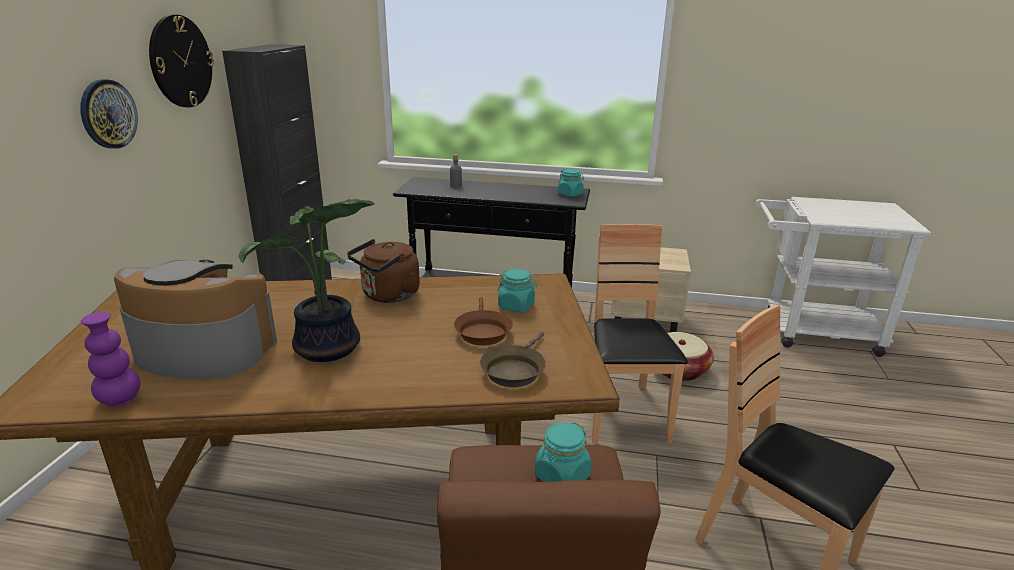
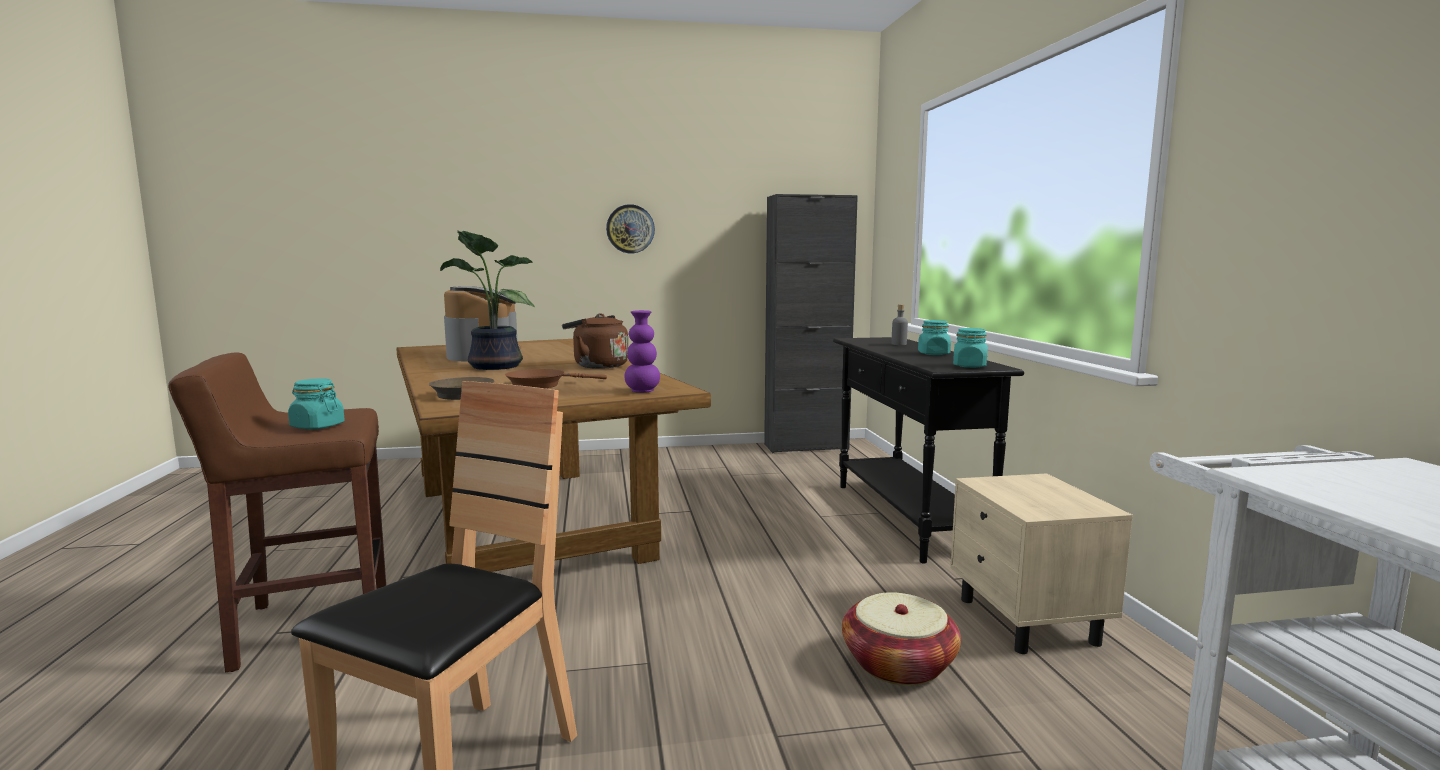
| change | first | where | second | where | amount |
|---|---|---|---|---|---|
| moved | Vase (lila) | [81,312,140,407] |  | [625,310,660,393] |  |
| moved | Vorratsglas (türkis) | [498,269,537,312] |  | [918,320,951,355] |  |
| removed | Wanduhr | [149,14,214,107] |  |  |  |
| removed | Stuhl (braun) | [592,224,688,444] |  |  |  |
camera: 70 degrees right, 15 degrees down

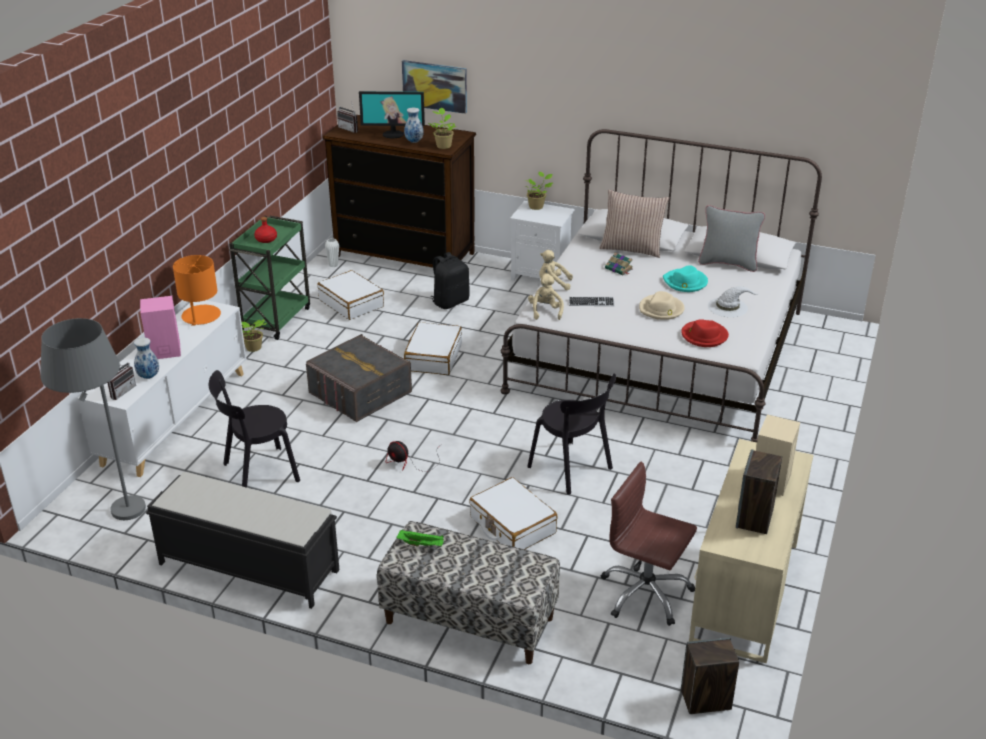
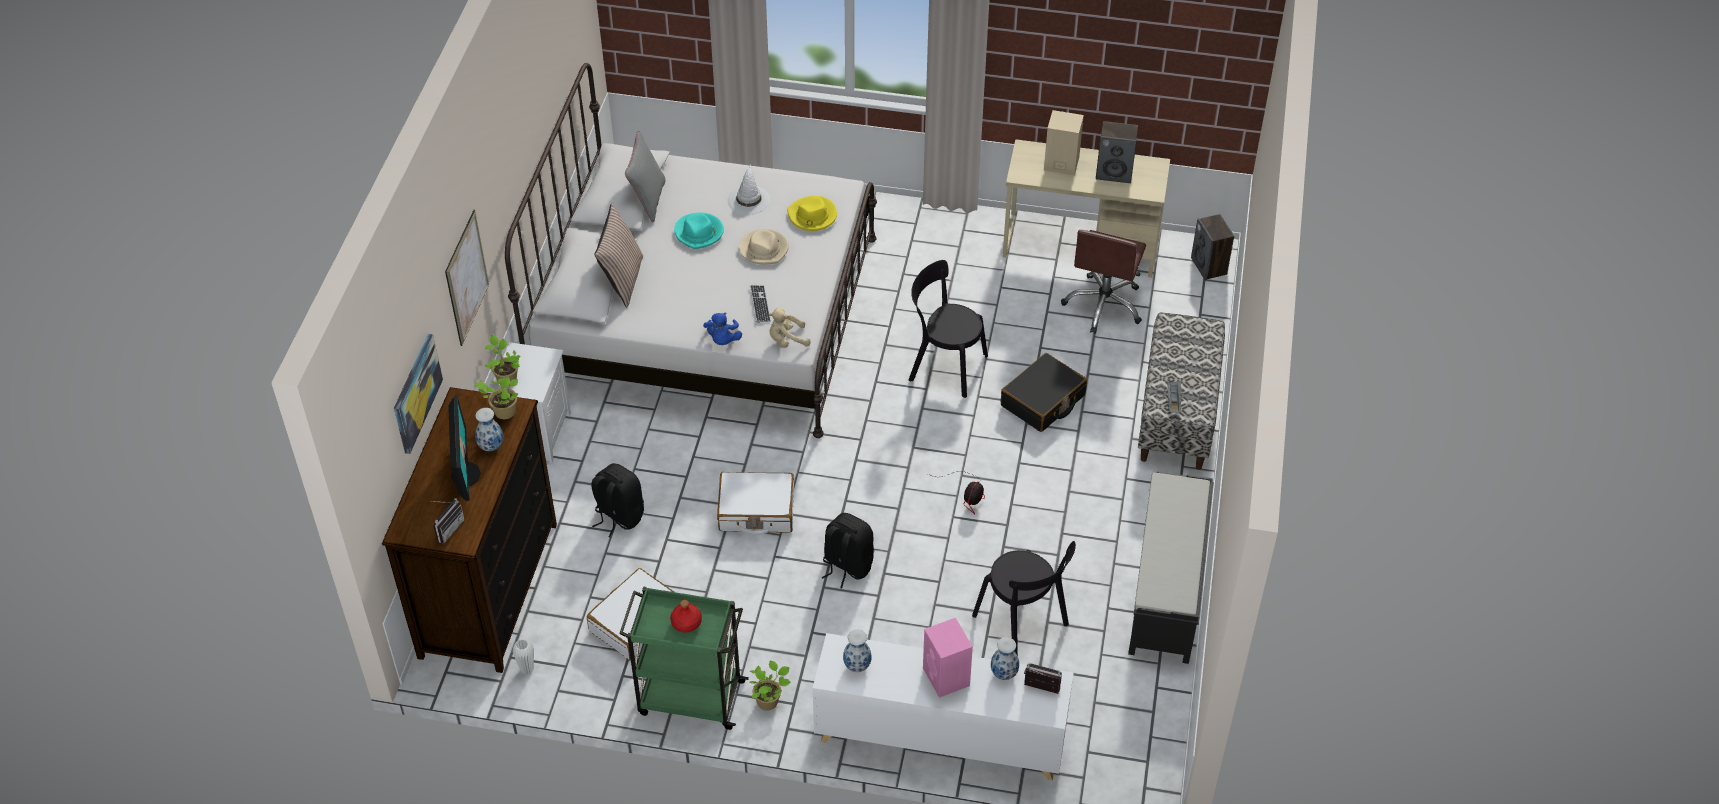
| change | first | where | second | where | amount |
|---|---|---|---|---|---|
| added |  |  | Bild | [445,210,489,346] |  |
| recoloured | Plüschtier (beige) | [539,250,573,290] | Plüschtier (blau) | [703,312,742,345] |  |
| recoloured | Hut (rot) | [681,319,729,347] | Hut (gelb) | [787,196,837,231] |  |
| replaced | Aufbewahrungsbox (grau) | [306,334,412,422] | Rucksack (schwarz) | [822,513,874,589] |  |
| replaced | Tischlampe (orange) | [173,255,221,326] | Vase | [843,629,871,672] |  |
| turned | Stuhl (schwarz) | [527,374,616,495] |  | [909,260,988,398] | 105 degrees counterclockwise |
| recoloured | Koffer (weiß) | [469,477,558,549] | Koffer (schwarz) | [1001,353,1087,432] |  |
| recoloured | Tablett (grün) | [397,530,444,547] | Tablett (grau) | [1167,381,1181,414] |  |
| removed | Stehlampe (grau) | [40,318,146,520] |  |  |  |
| removed | Buch | [605,253,633,275] |  |  |  |
camera: 100 degrees left, 15 degrees up

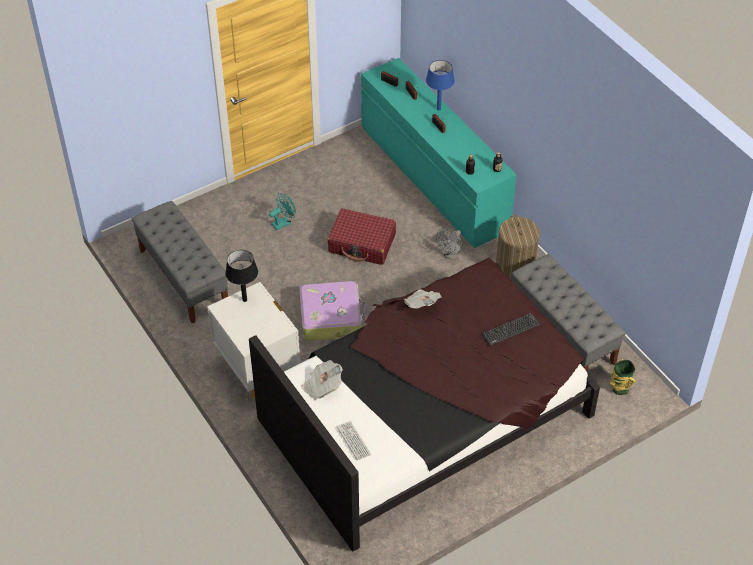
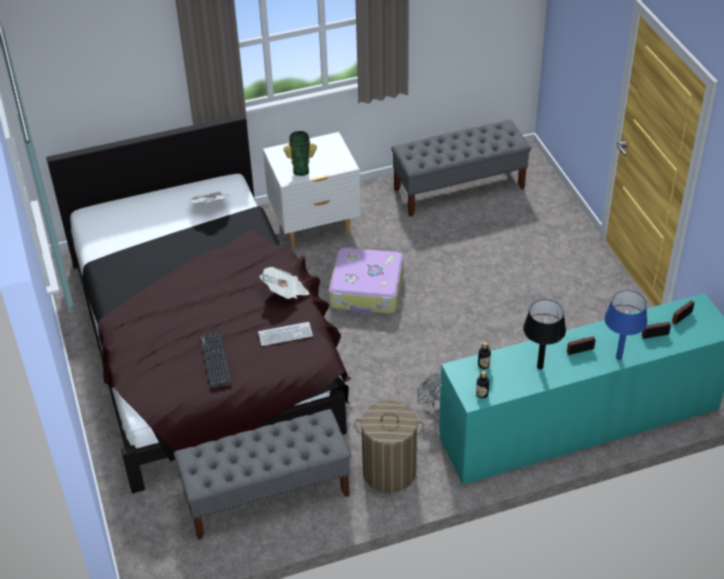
| change | first | where | second | where | amount |
|---|---|---|---|---|---|
| moved | Tastatur | [337,421,372,460] |  | [258,322,313,346] |  |
| moved | Vase | [610,359,636,395] |  | [284,131,317,176] |  |
| moved | Tischlampe (schwarz) | [225,250,258,302] |  | [523,299,566,369] |  |
| removed | Ventilator (türkis) | [269,193,296,230] |  |  |  |
| removed | Koffer (rot) | [327,208,396,265] |  |  |  |
camera: 105 degrees right, 5 degrees down

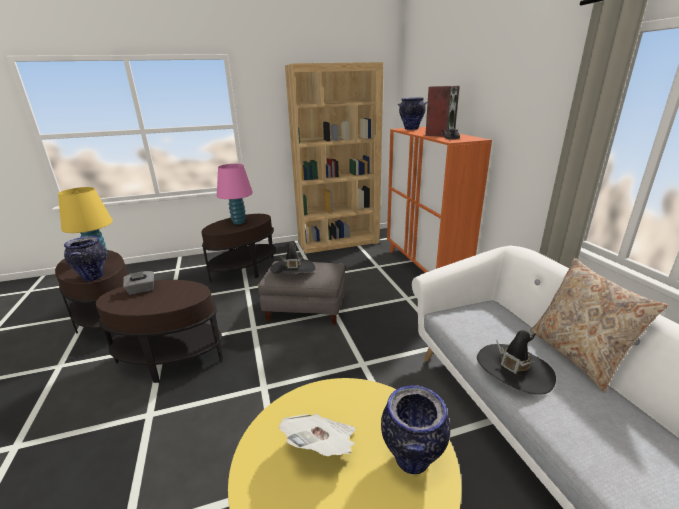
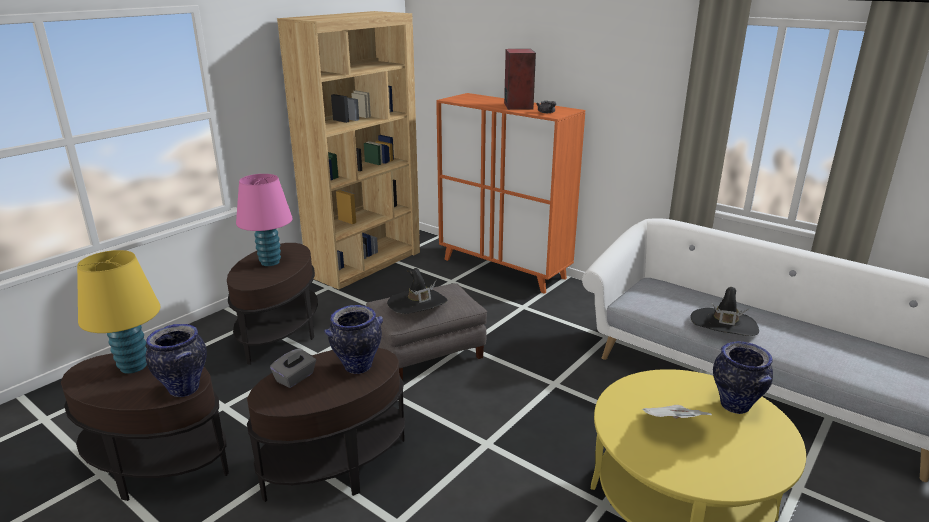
| change | first | where | second | where | amount |
|---|---|---|---|---|---|
| moved | Vase | [398,97,427,130] |  | [324,305,383,374] |  |
| removed | Kissen (beige) | [530,258,668,393] |  |  |  |
camera: 35 degrees left, 0 degrees up

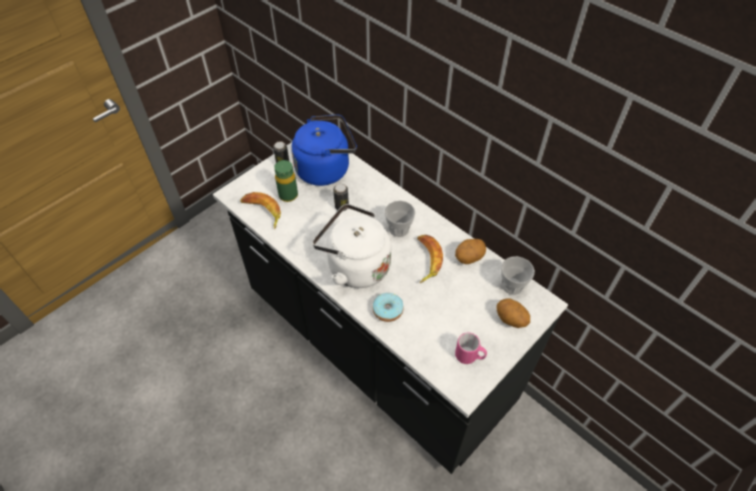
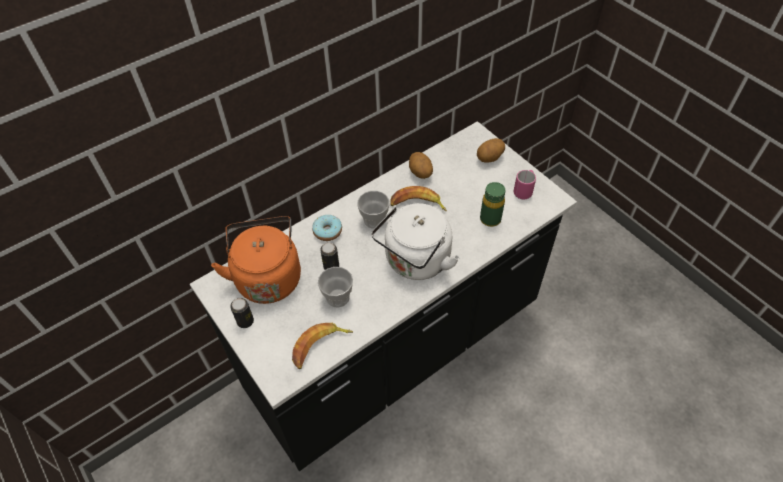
| change | first | where | second | where | amount |
|---|---|---|---|---|---|
| recoloured | Wasserkessel (blau) | [291,115,357,186] | Wasserkessel (orange) | [211,216,301,304] |  |
| moved | Donut | [372,293,404,322] |  | [312,215,342,241] |  |
| moved | Tasse | [501,256,535,295] |  | [318,267,353,307] |  |
| moved | Flasche (grün) | [274,160,298,202] |  | [480,182,505,227] |  |
camera: 80 degrees left, 0 degrees up

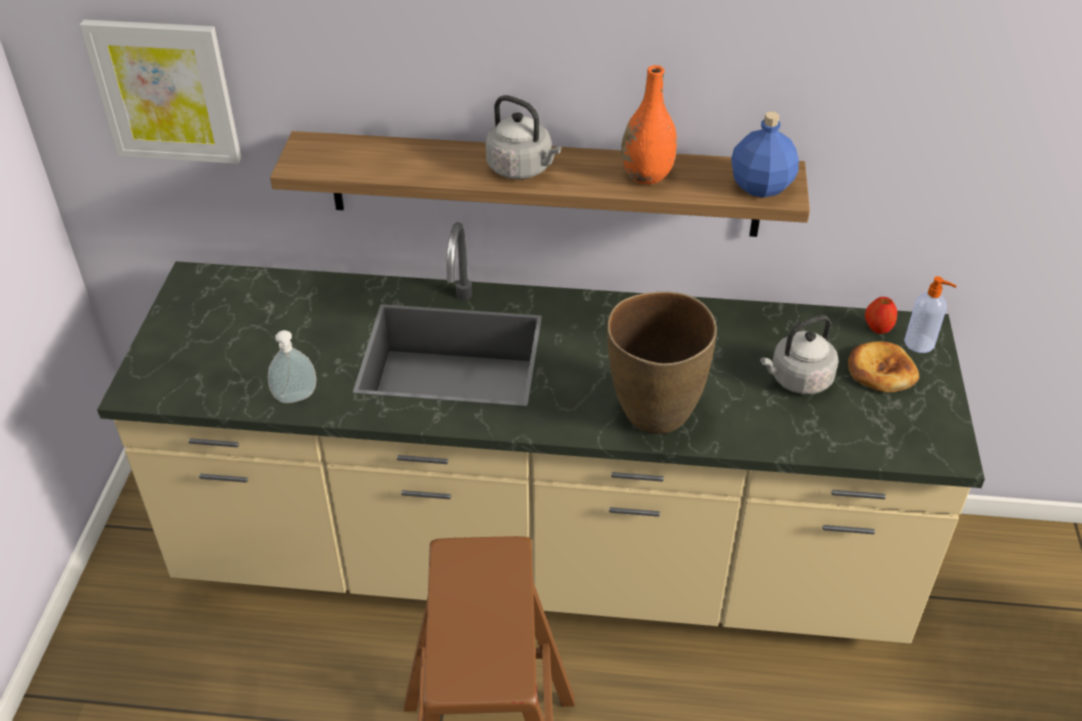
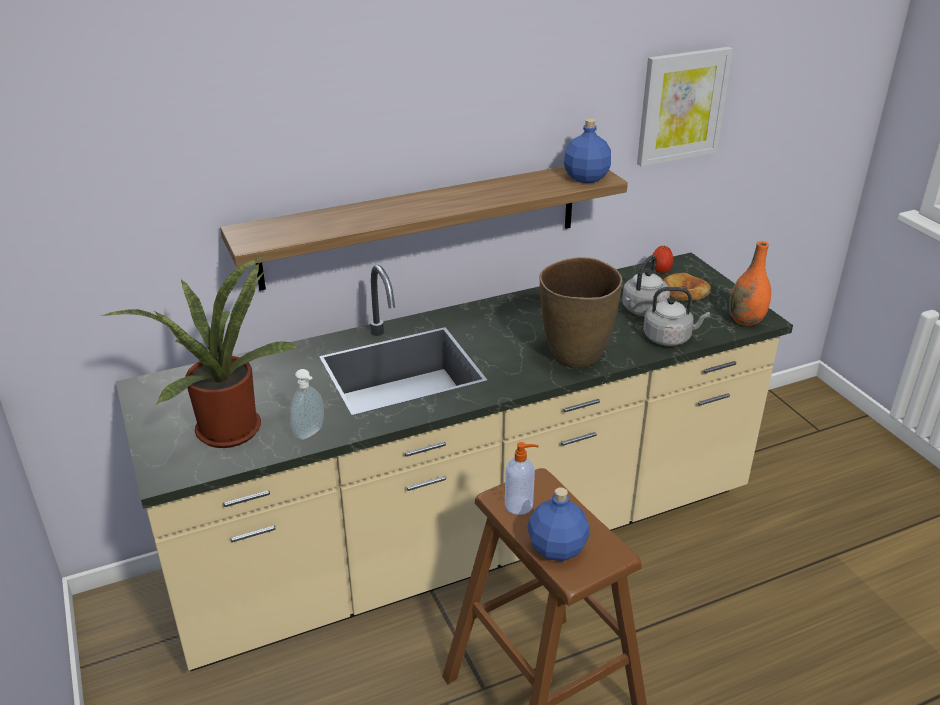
| change | first | where | second | where | amount |
|---|---|---|---|---|---|
| added |  |  | Topfpflanze | [101,254,300,448] |  |
| moved | Seifenspender | [904,276,957,353] |  | [505,442,539,515] |  |
| added |  |  | Flasche (blau) | [527,487,590,561] |  |
| moved | Bild | [80,19,242,164] |  | [637,47,733,167] |  |
| moved | Wasserkessel (grau) | [486,95,561,179] |  | [643,287,710,346] |  |
| moved | Vase (orange) | [621,65,677,184] |  | [729,241,771,326] |  |
camera: 30 degrees left, 10 degrees down

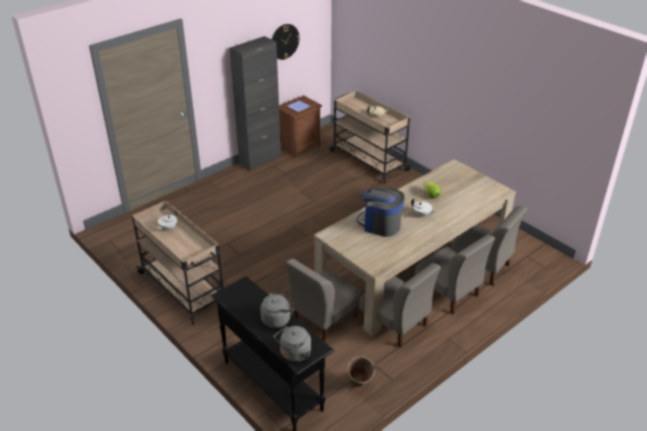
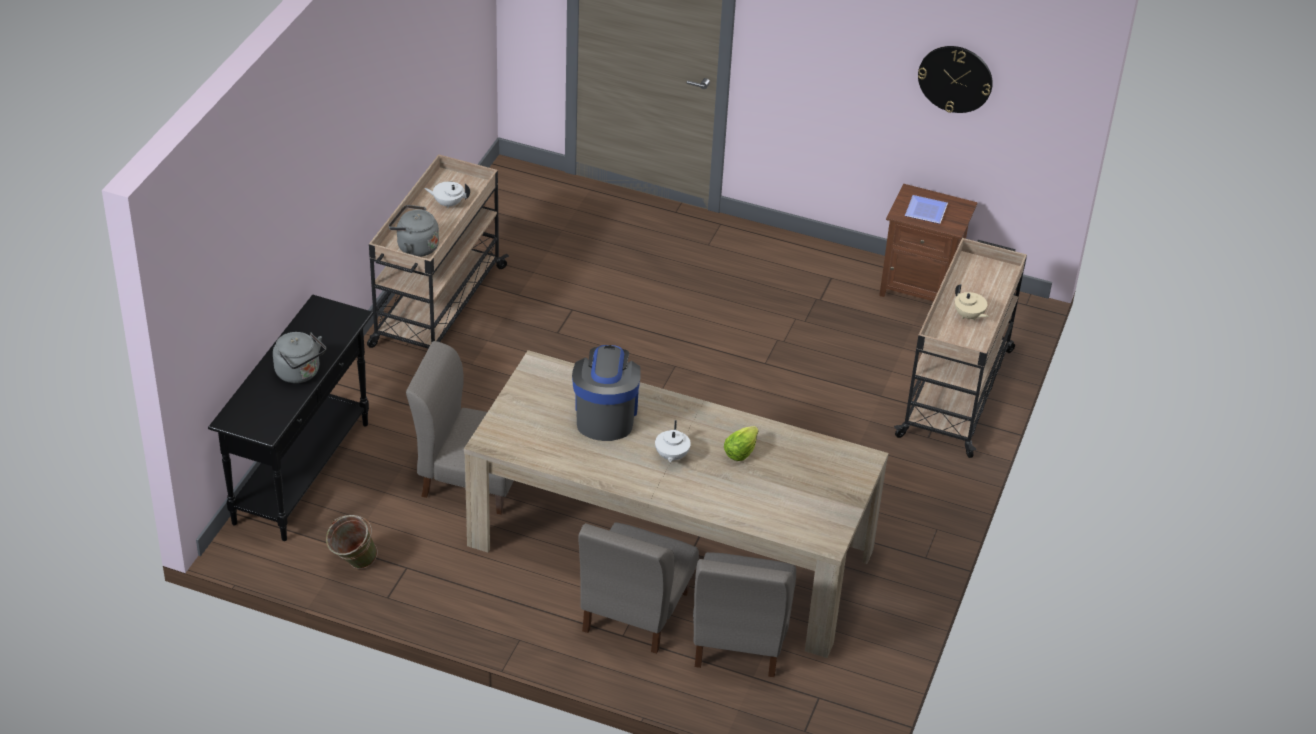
| change | first | where | second | where | amount |
|---|---|---|---|---|---|
| moved | Wasserkessel (grau) | [274,326,311,362] |  | [389,205,439,257] |  |
| removed | Schrank (schwarz) | [230,36,281,171] |  |  |  |
| removed | Stuhl (grau) | [359,263,441,348] |  |  |  |
camera: 60 degrees right, 5 degrees up

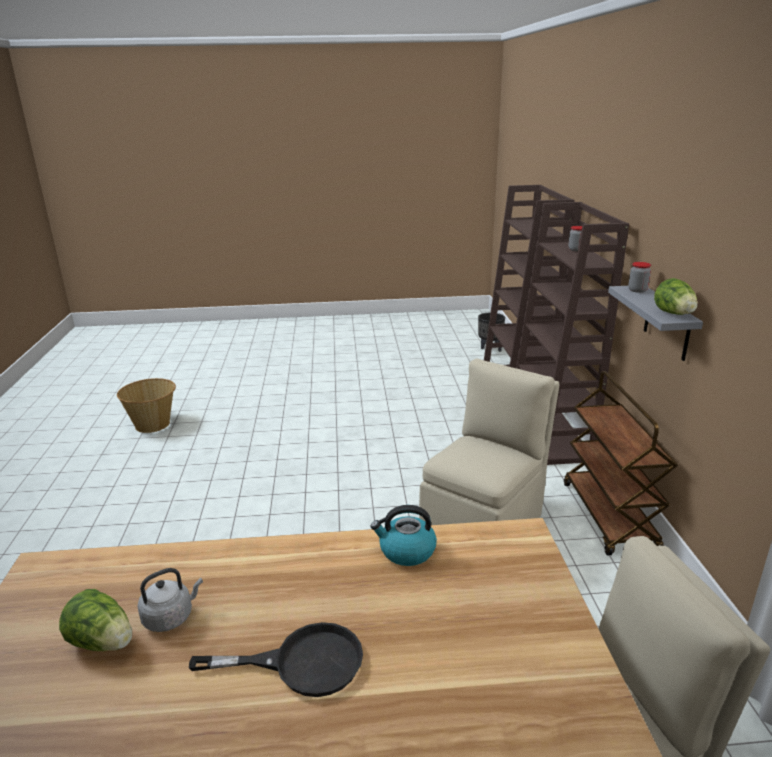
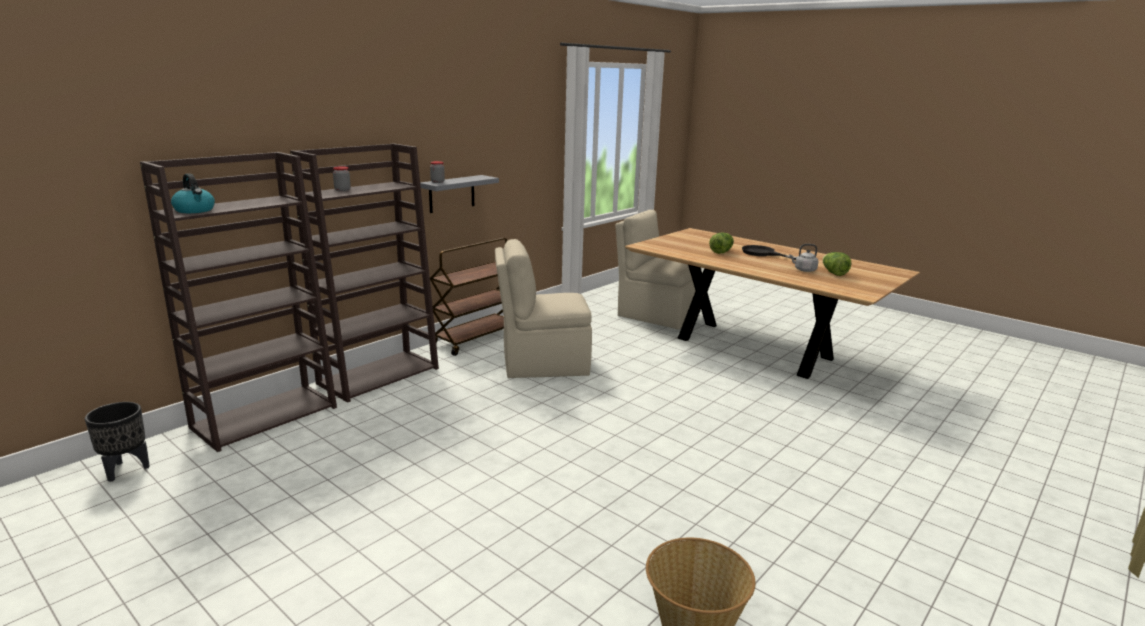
| change | first | where | second | where | amount |
|---|---|---|---|---|---|
| moved | Wasserkessel | [370,505,437,566] |  | [171,173,215,213] |  |
| moved | Salatkopf | [654,278,698,315] |  | [709,232,734,254] |  |
camera: 135 degrees left, 5 degrees down

